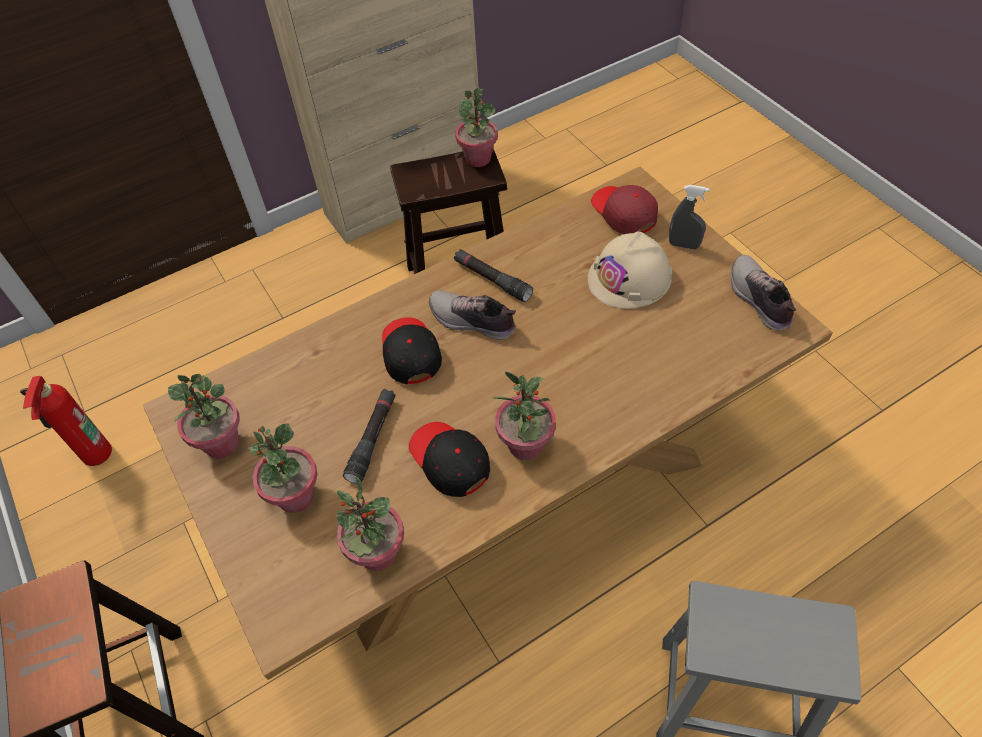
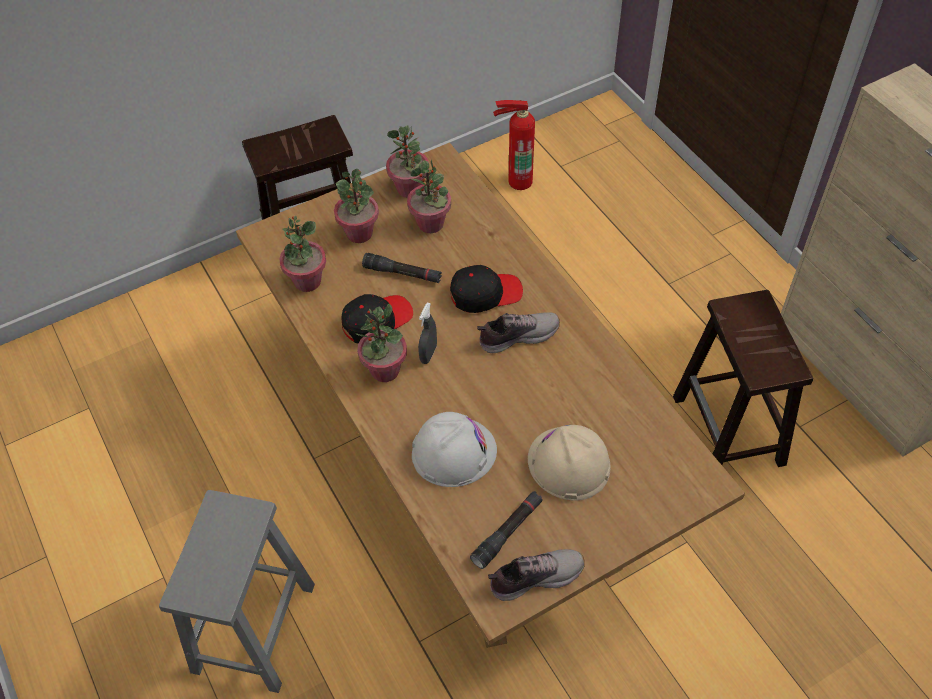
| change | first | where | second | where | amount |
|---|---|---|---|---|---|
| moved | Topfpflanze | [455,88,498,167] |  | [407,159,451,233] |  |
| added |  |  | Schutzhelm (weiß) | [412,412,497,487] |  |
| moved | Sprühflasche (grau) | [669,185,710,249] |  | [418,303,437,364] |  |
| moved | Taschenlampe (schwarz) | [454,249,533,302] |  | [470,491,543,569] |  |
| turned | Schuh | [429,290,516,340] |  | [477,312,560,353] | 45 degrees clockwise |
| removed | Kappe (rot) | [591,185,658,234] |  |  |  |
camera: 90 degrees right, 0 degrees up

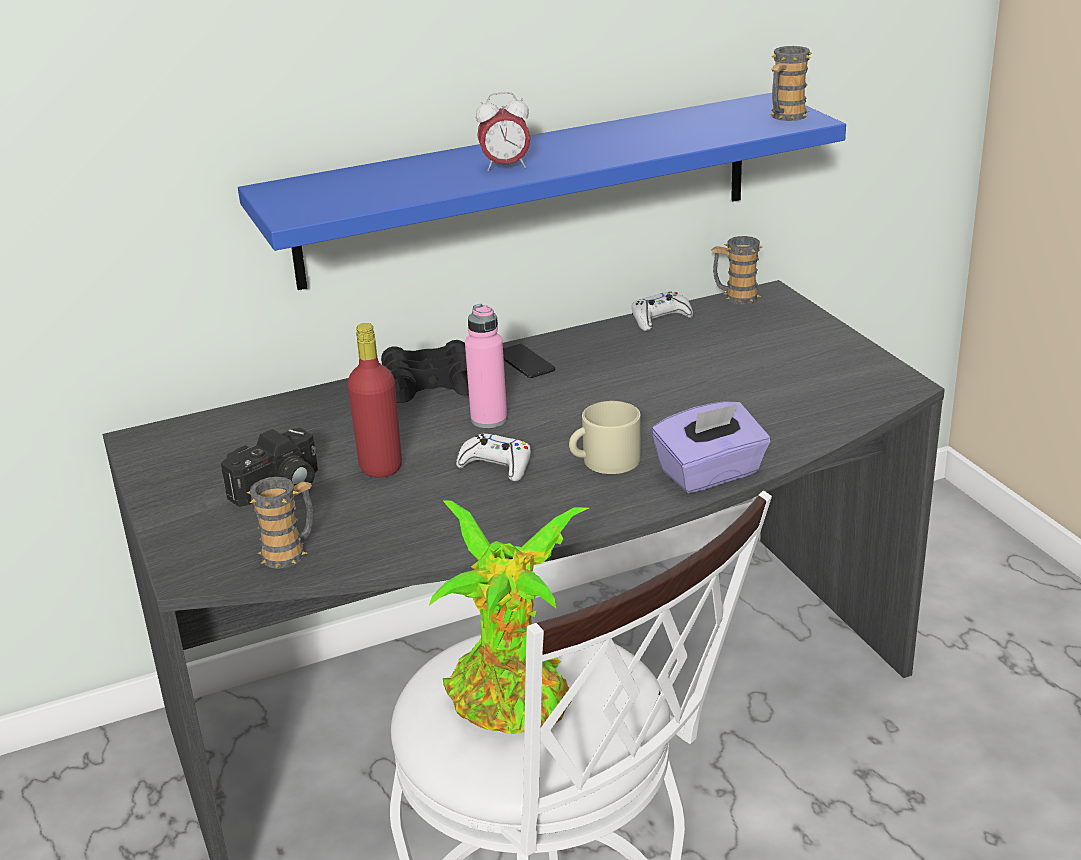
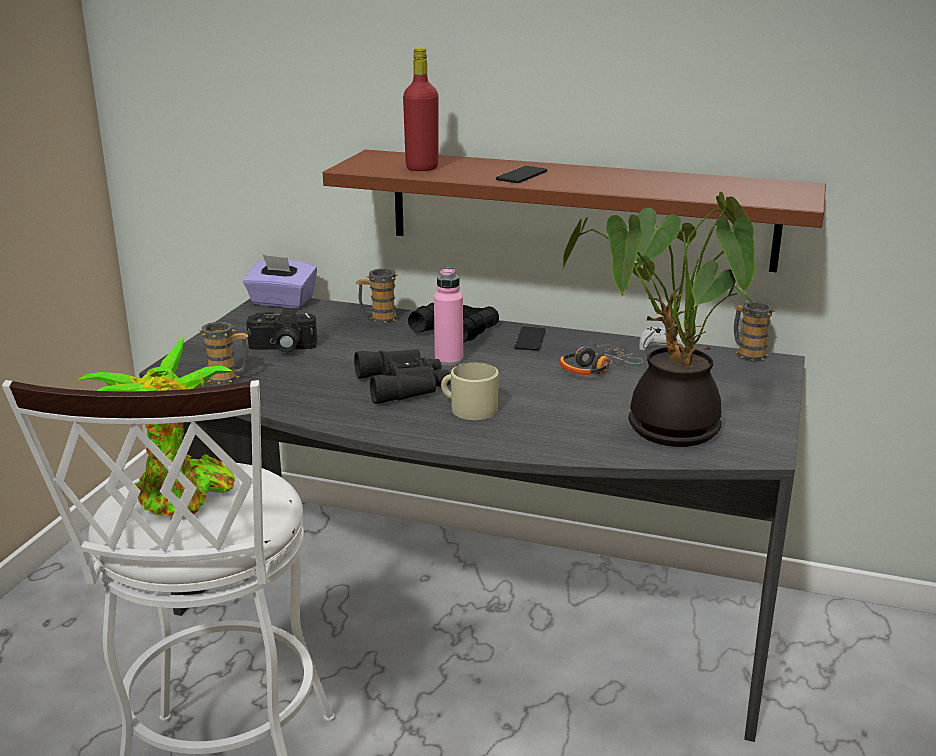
| change | first | where | second | where | amount |
|---|---|---|---|---|---|
| moved | Taschentuchbox (lila) | [652,401,770,493] |  | [243,255,317,308] |  |
| recoloured | Wandregal (blau) | [238,93,846,290] | Wandregal (braun) | [323,150,826,272] |  |
| replaced | Gamepad (weiß) | [456,434,531,481] | Fernglas (schwarz) | [354,349,450,404] |  |
| moved | Henkelbecher | [769,46,812,121] |  | [356,269,399,324] |  |
| moved | Flasche (rot) | [347,323,402,478] |  | [403,48,439,171] |  |
| replaced | Wecker | [476,92,531,171] | Handy | [496,166,547,183] |  |
| added |  |  | Kopfhörer | [560,343,643,375] |  |
| added |  |  | Topfpflanze | [562,192,755,447] |  |
camera: 40 degrees right, 5 degrees down

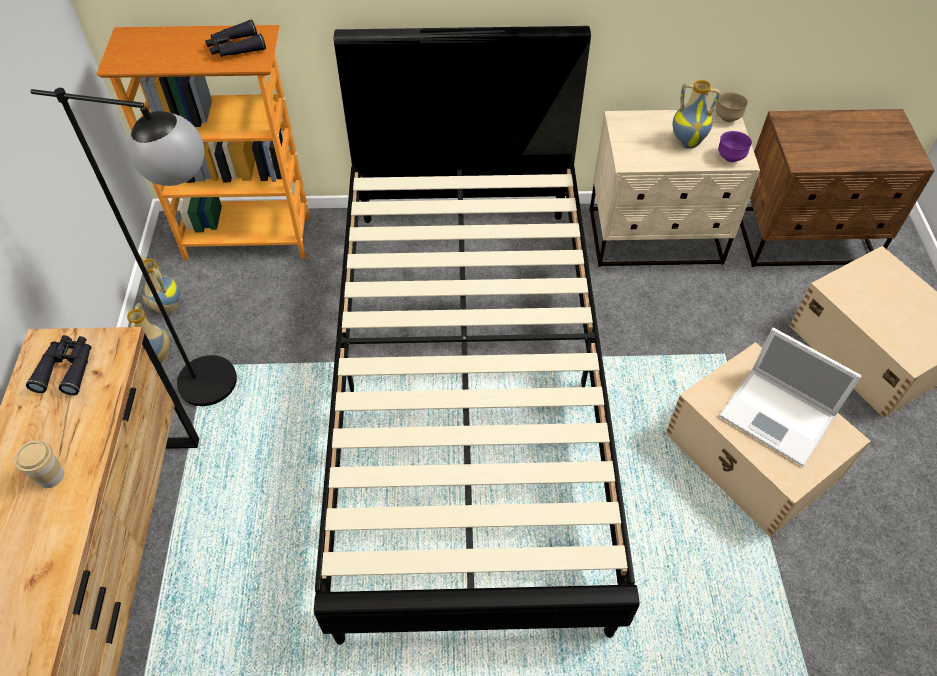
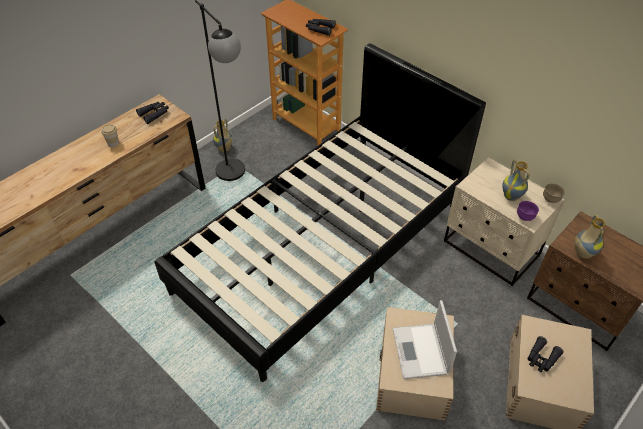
| change | first | where | second | where | amount |
|---|---|---|---|---|---|
| added |  |  | Fernglas (schwarz) | [527,336,564,372] |  |
| moved | Vase | [141,257,180,314] |  | [574,215,605,259] |  |
camera: 45 degrees right, 5 degrees down

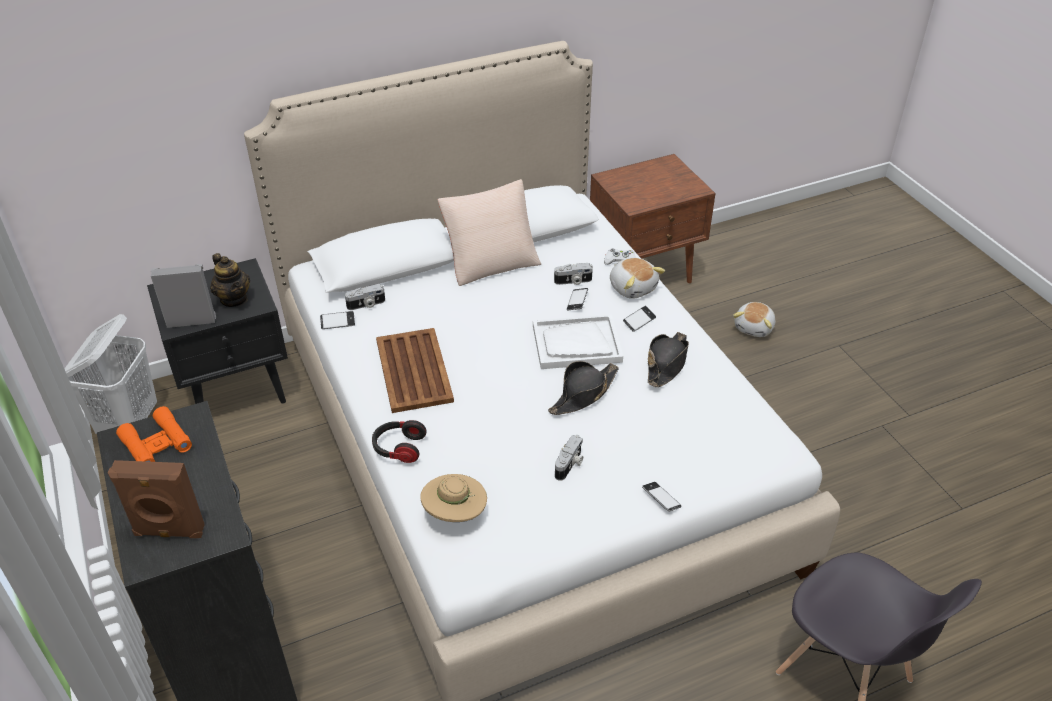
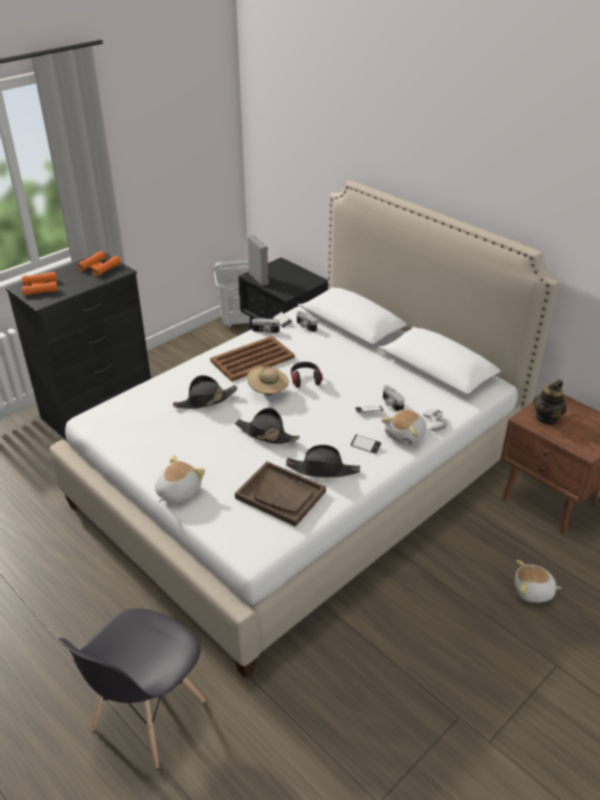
| change | first | where | second | where | amount |
|---|---|---|---|---|---|
| replaced | Lautsprecher (braun) | [108,460,205,538] | Fernglas (orange) | [22,272,58,295] |  |
| replaced | Handy | [642,482,682,512] | Plüschtier | [155,455,205,503] |  |
| added |  |  | Hut (schwarz) | [173,375,238,409] |  |
| added |  |  | Tablett (braun) | [235,461,326,527] |  |
| moved | Hut (beige) | [420,474,487,522] |  | [247,367,289,395] |  |
| moved | Kamera | [555,435,583,481] |  | [252,318,280,333] |  |
| moved | Kopfhörer | [372,420,427,463] |  | [291,362,323,388] |  |
| moved | Teekanne | [210,253,250,307] |  | [533,379,567,425] |  |
| removed | Kissen (beige) | [438,179,541,286] |  |  |  |
| removed | Tablett (weiß) | [533,314,623,369] |  |  |  |
camera: 70 degrees right, 5 degrees down

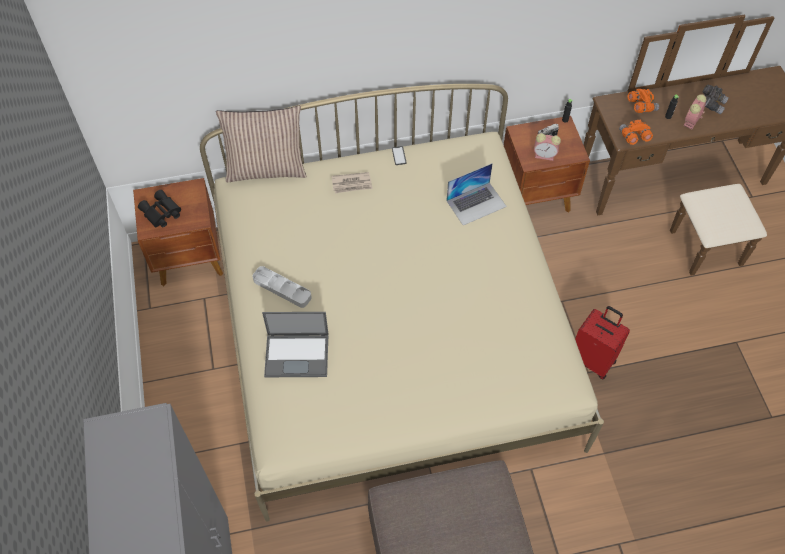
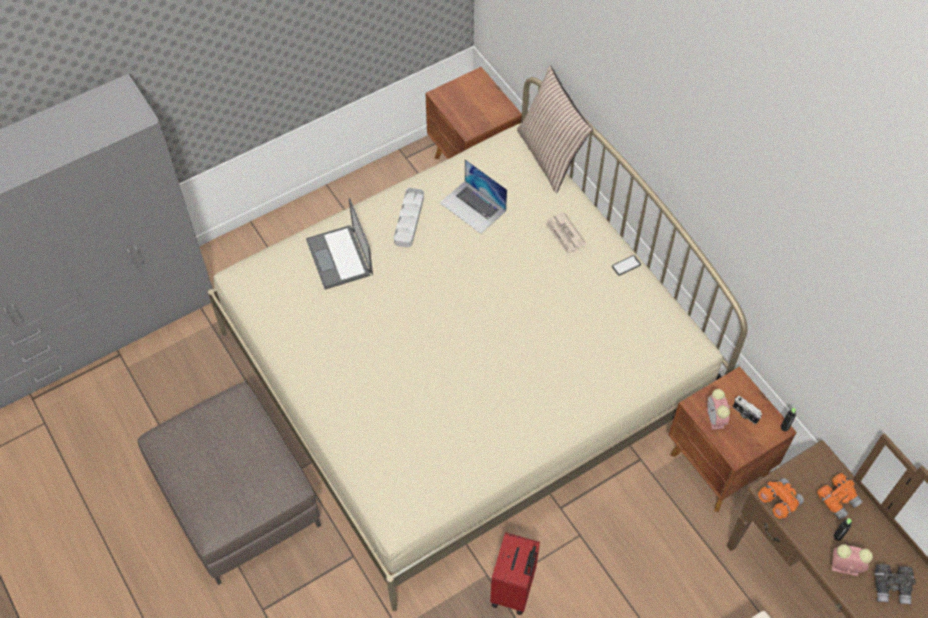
| change | first | where | second | where | amount |
|---|---|---|---|---|---|
| moved | Laptop | [446,163,507,225] |  | [440,159,507,234] |  |
| removed | Fernglas (schwarz) | [138,190,181,228] |  |  |  |
camera: 70 degrees right, 0 degrees up

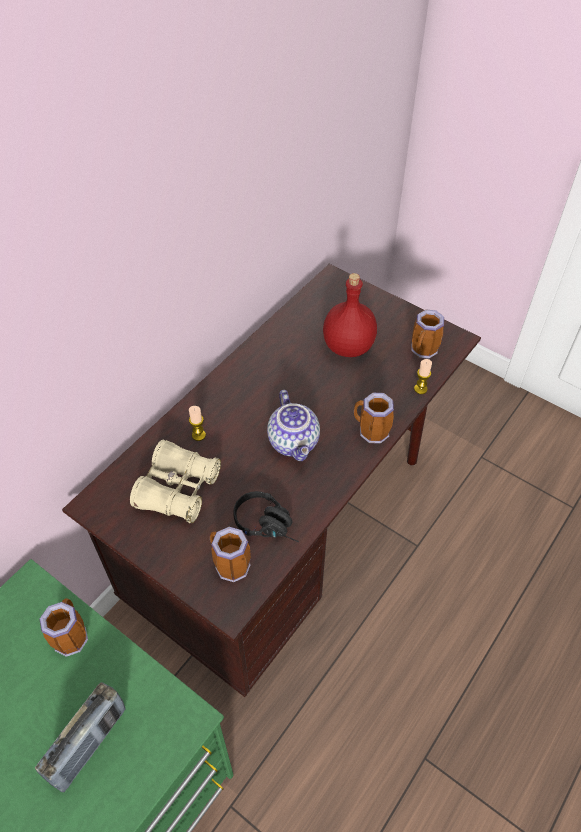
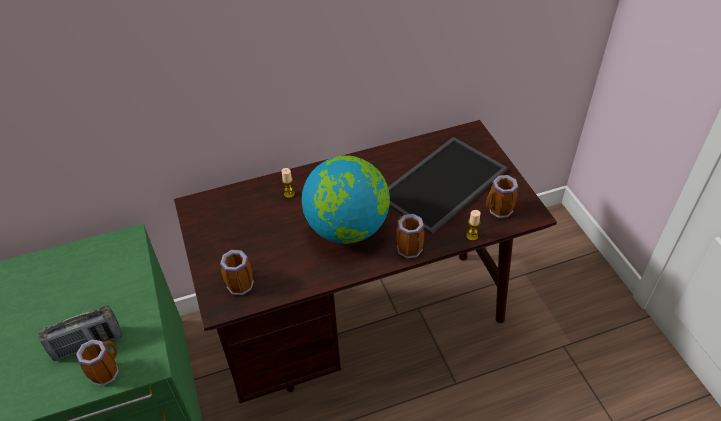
| change | first | where | second | where | amount |
|---|---|---|---|---|---|
| moved | Henkelbecher | [40,598,88,657] |  | [76,339,119,386] |  |
| replaced | Teekanne | [267,390,320,461] | Globus | [302,156,390,244] |  |
| replaced | Flasche (rot) | [323,273,377,357] | Tablett | [388,137,508,235] |  |
| removed | Fernglas (beige) | [130,440,221,523] |  |  |  |
| removed | Kopfhörer (schwarz) | [233,491,299,542] |  |  |  |
camera: 35 degrees right, 5 degrees down

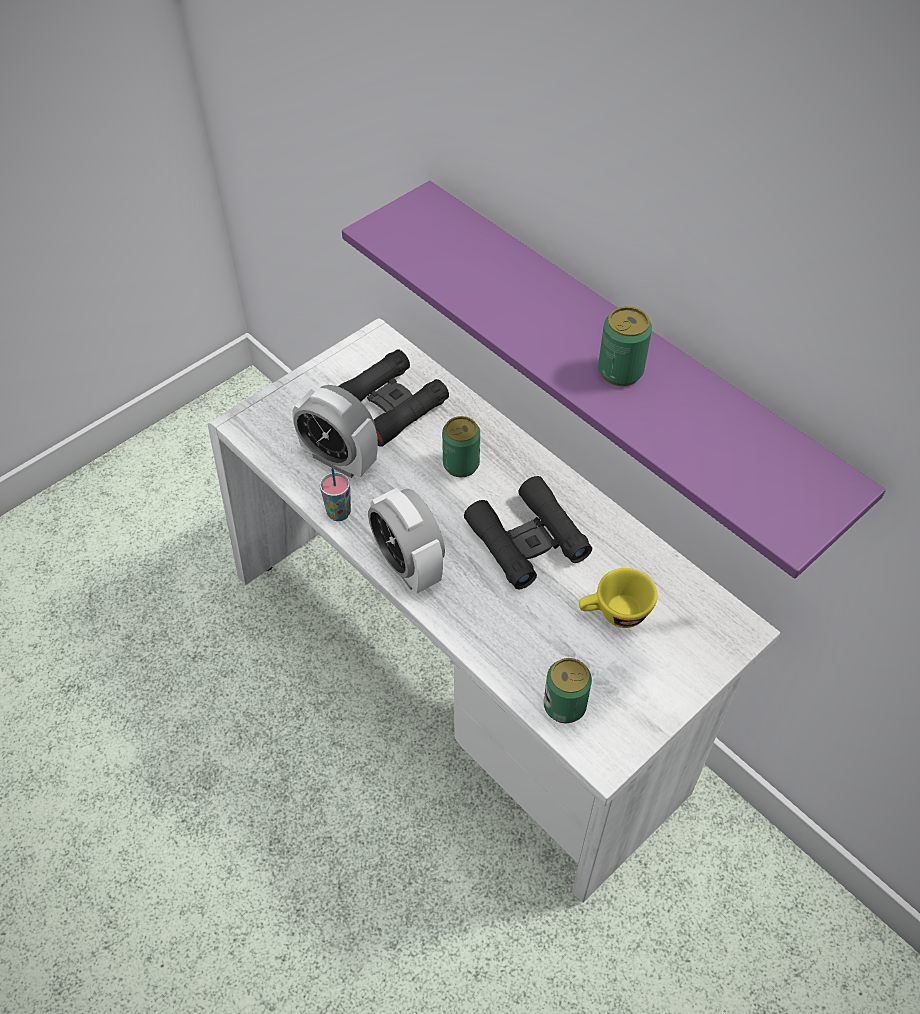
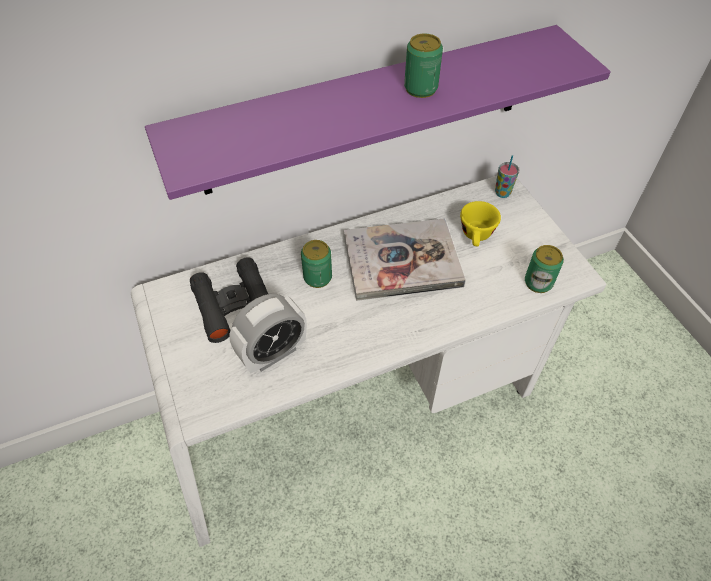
| change | first | where | second | where | amount |
|---|---|---|---|---|---|
| replaced | Fernglas (schwarz) | [464,476,592,589] | Buch | [344,218,466,301] |  |
| moved | Tasse | [320,467,351,521] |  | [495,155,519,198] |  |
| removed | Wecker | [368,488,445,594] |  |  |  |
camera: 70 degrees left, 0 degrees up

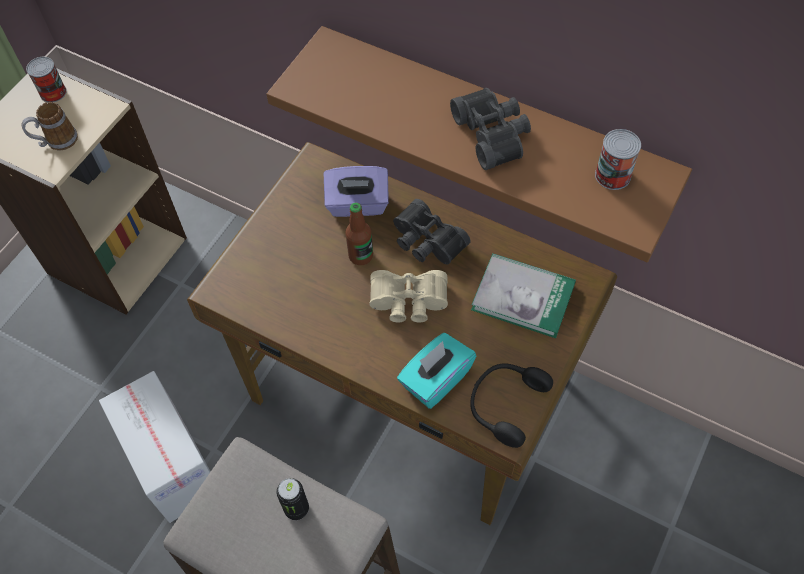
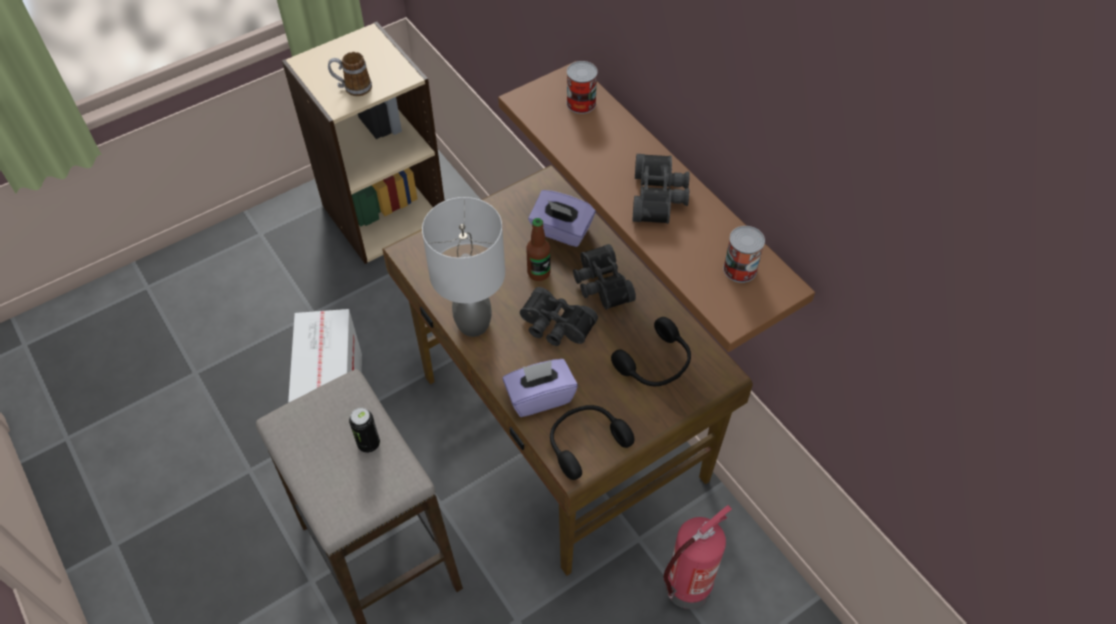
| change | first | where | second | where | amount |
|---|---|---|---|---|---|
| added |  |  | Tischlampe (grau) | [422,197,505,337] |  |
| recoloured | Taschentuchbox (türkis) | [397,333,476,409] | Taschentuchbox (lila) | [503,359,578,417] |  |
| recoloured | Fernglas (beige) | [370,270,448,323] | Fernglas (schwarz) | [520,287,598,346] |  |
| moved | Dose | [26,57,67,102] |  | [566,61,598,114] |  |
| replaced | Buch | [471,254,576,338] | Kopfhörer (schwarz) | [611,317,691,386] |  |
| added |  |  | Feuerlöscher | [664,505,732,609] |  |
camera: 25 degrees right, 5 degrees down

